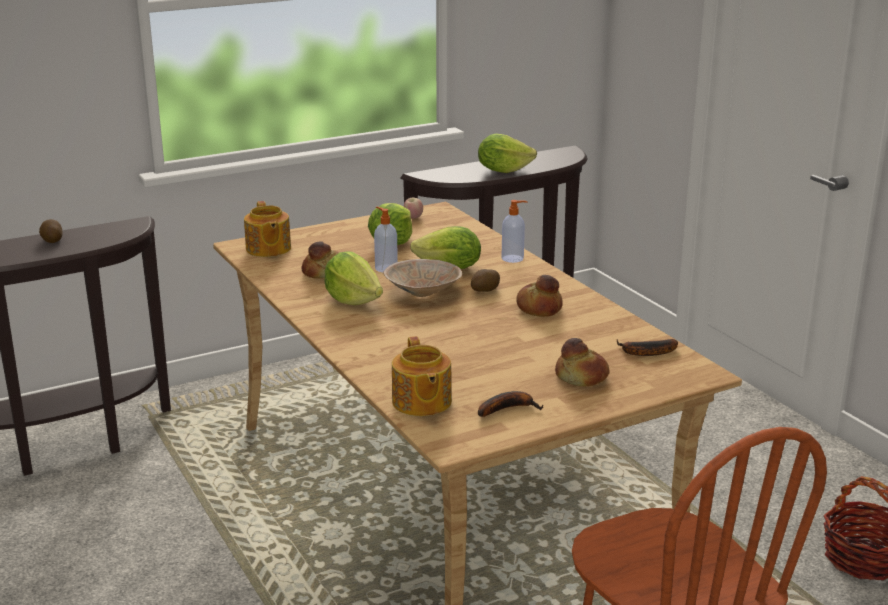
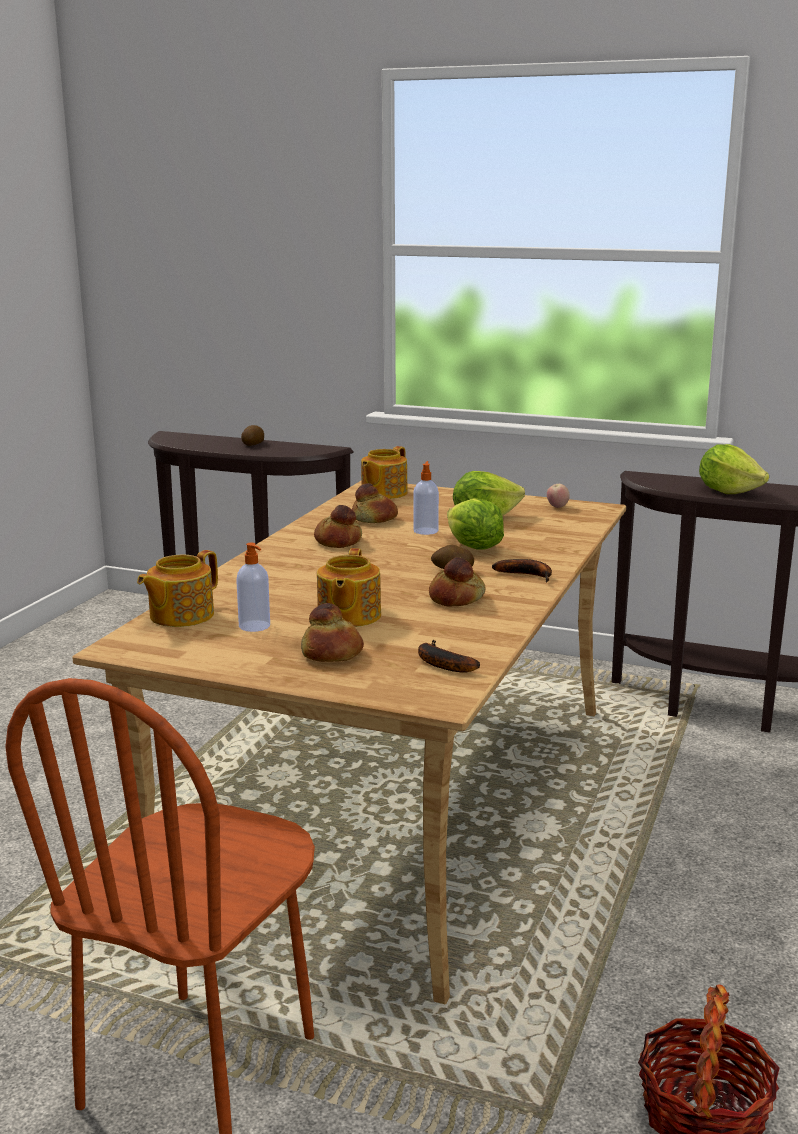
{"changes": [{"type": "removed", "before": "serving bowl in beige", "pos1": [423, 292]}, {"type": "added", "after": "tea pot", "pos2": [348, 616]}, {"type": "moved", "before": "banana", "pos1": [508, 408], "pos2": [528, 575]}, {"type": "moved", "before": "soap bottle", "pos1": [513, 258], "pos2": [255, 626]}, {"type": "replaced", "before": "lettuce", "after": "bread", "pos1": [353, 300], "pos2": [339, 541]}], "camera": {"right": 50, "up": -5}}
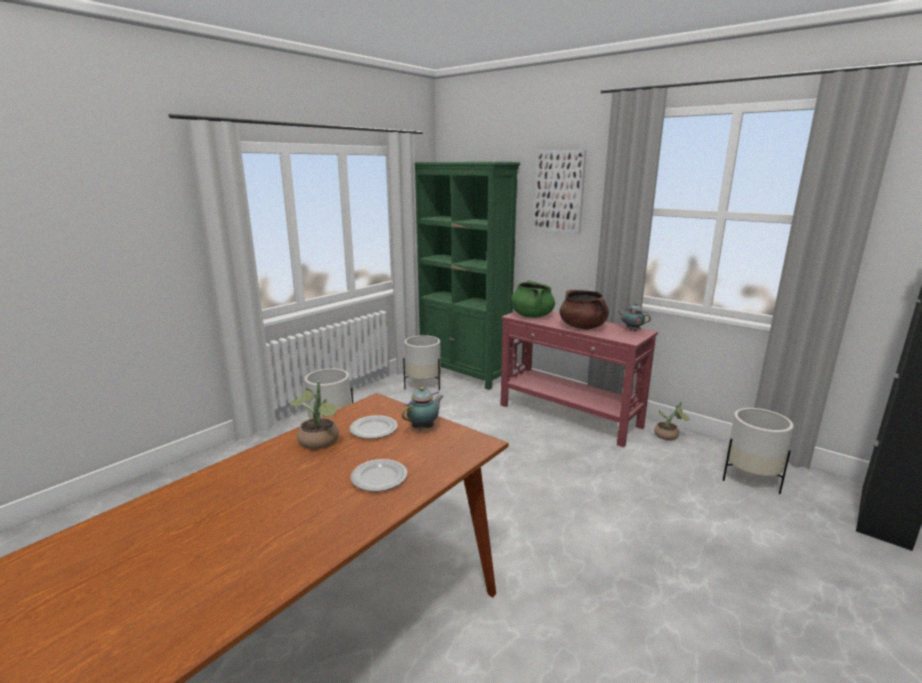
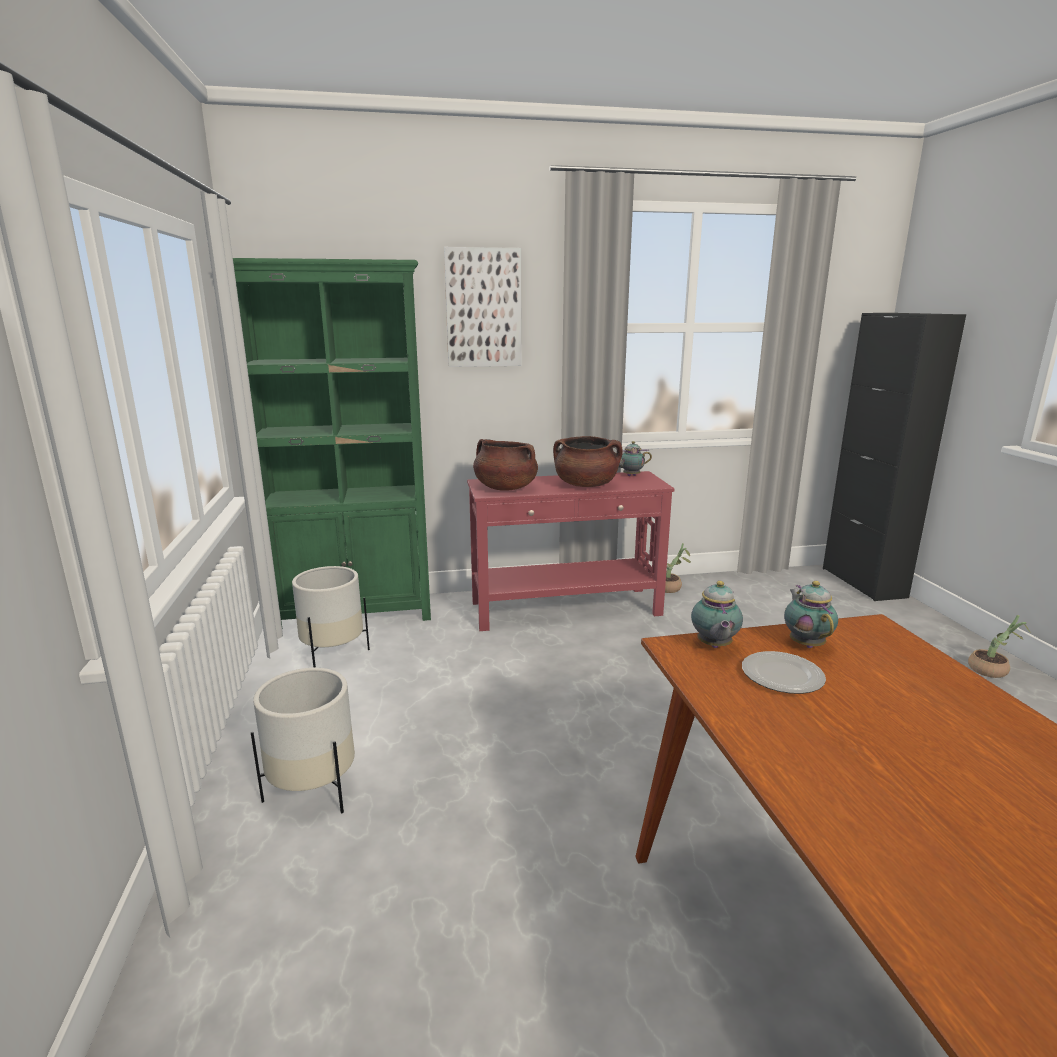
{"changes": [{"type": "removed", "before": "dinner plate", "pos1": [378, 478]}, {"type": "removed", "before": "planter in white-coloured", "pos1": [750, 479]}, {"type": "added", "after": "tea pot", "pos2": [713, 646]}, {"type": "moved", "before": "houseplant", "pos1": [319, 443], "pos2": [992, 671]}, {"type": "recoloured", "before": "saucepot in greenish", "after": "saucepot in brown", "pos1": [532, 316], "pos2": [505, 488]}], "camera": {"right": -50, "up": 0}}
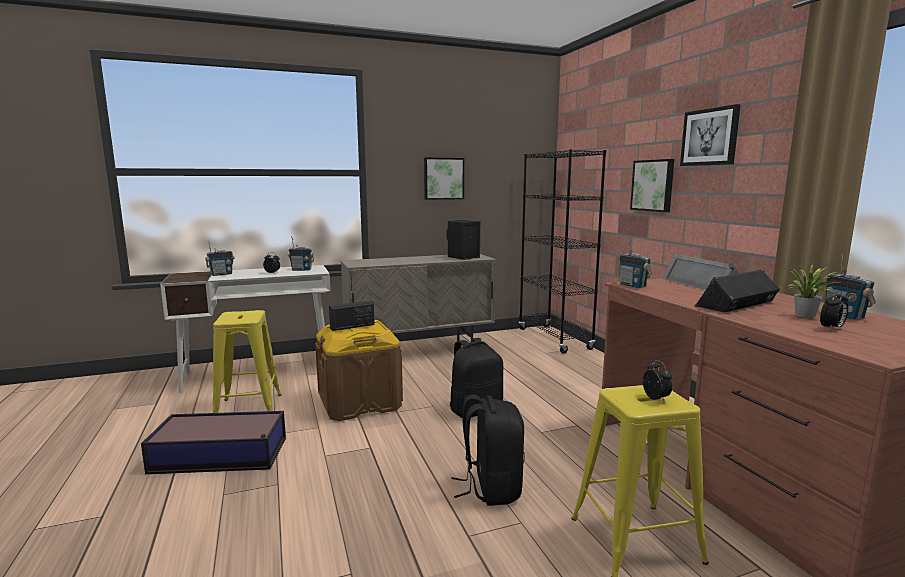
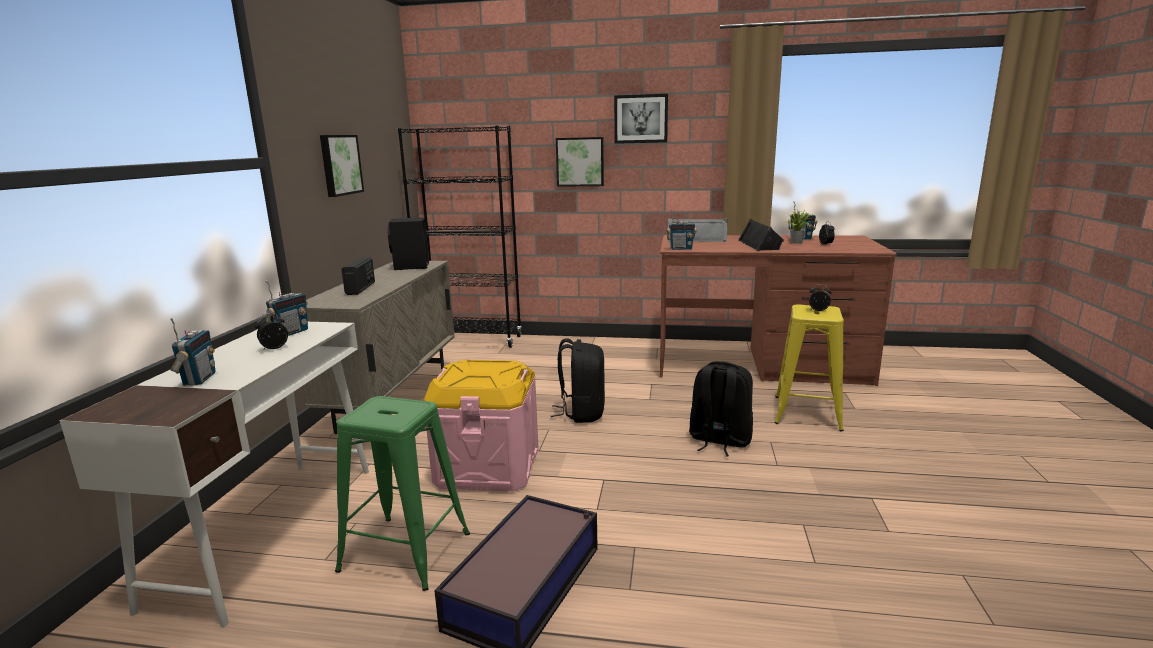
{"changes": [{"type": "moved", "before": "radio receiver", "pos1": [352, 326], "pos2": [361, 288]}, {"type": "recoloured", "before": "stool seat in yellowish", "after": "stool seat in greenish", "pos1": [248, 410], "pos2": [405, 552]}, {"type": "recoloured", "before": "storage box in brown", "after": "storage box in pink-coloured", "pos1": [360, 402], "pos2": [488, 466]}], "camera": {"right": -60, "up": 5}}
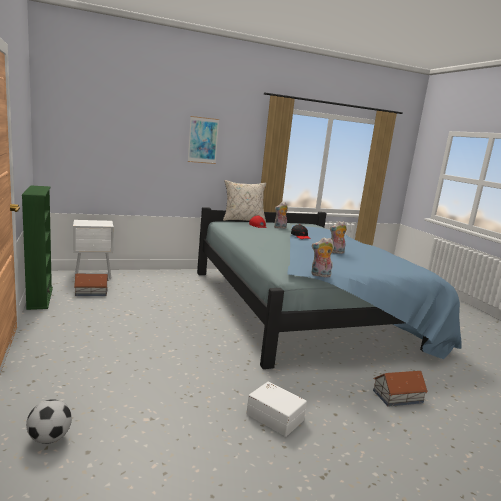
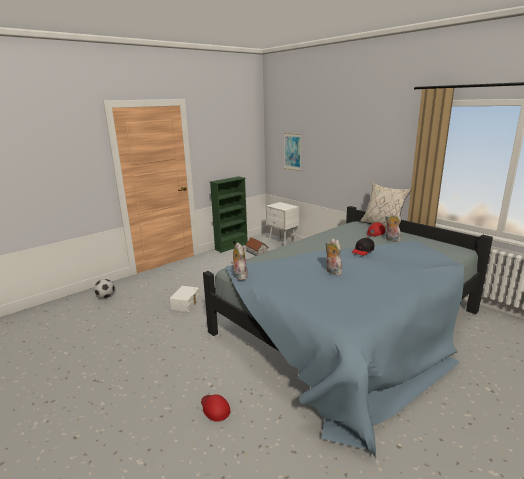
{"changes": [{"type": "moved", "before": "wall art", "pos1": [203, 140], "pos2": [292, 151]}, {"type": "moved", "before": "storage box in white-coloured", "pos1": [275, 416], "pos2": [186, 304]}, {"type": "replaced", "before": "toy house", "after": "cap in reddish", "pos1": [398, 396], "pos2": [214, 408]}], "camera": {"right": 70, "up": 5}}
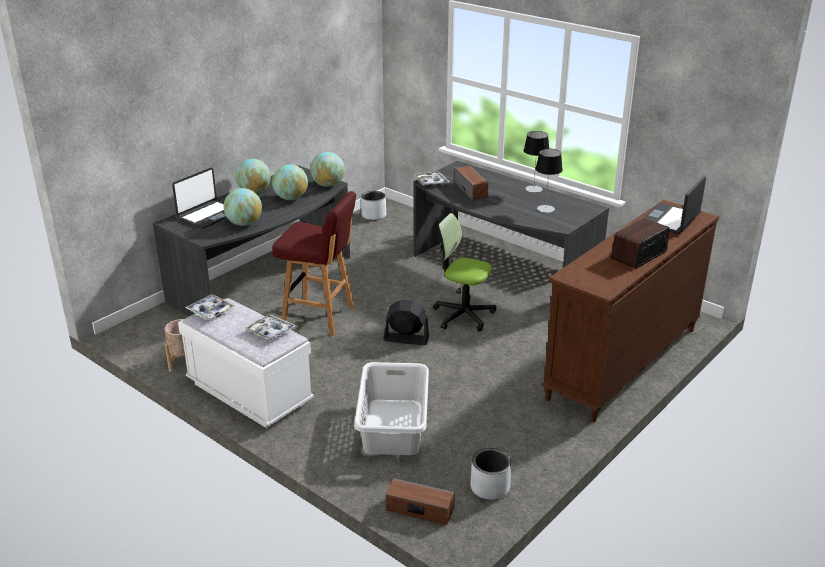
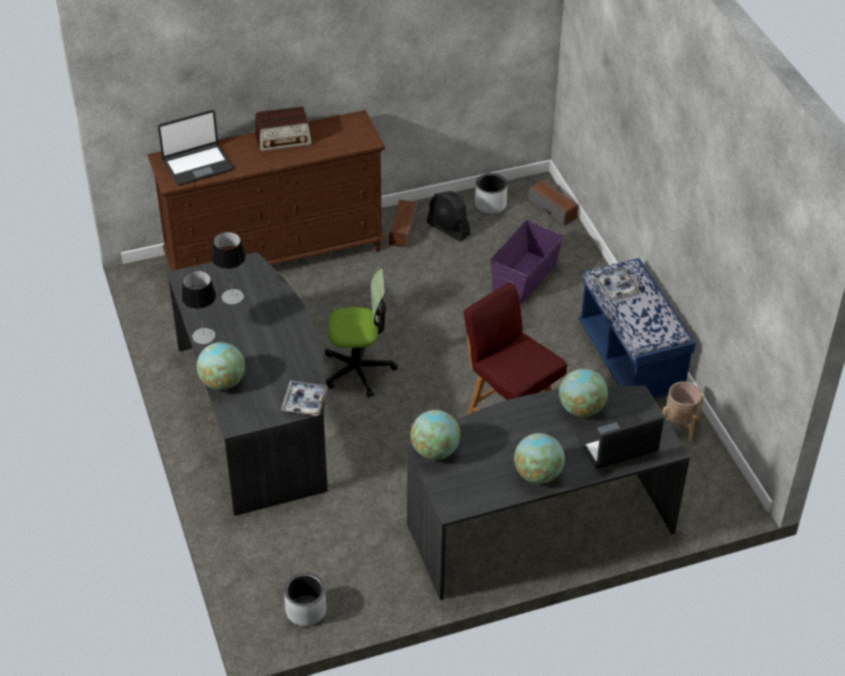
{"changes": [{"type": "removed", "before": "serving tray", "pos1": [210, 311]}, {"type": "moved", "before": "world globe", "pos1": [291, 198], "pos2": [222, 382]}, {"type": "moved", "before": "cooling fan in black-coloured", "pos1": [406, 339], "pos2": [448, 229]}, {"type": "moved", "before": "speaker", "pos1": [471, 189], "pos2": [403, 230]}, {"type": "replaced", "before": "laundry basket in gray", "after": "storage box in purplish", "pos1": [392, 427], "pos2": [525, 277]}, {"type": "recoloured", "before": "bench in white-coloured", "after": "bench in bluish", "pos1": [249, 393], "pos2": [630, 360]}, {"type": "turned", "before": "office chair", "pos1": [463, 315], "pos2": [358, 370], "turn": -60}], "camera": {"right": -150, "up": 15}}
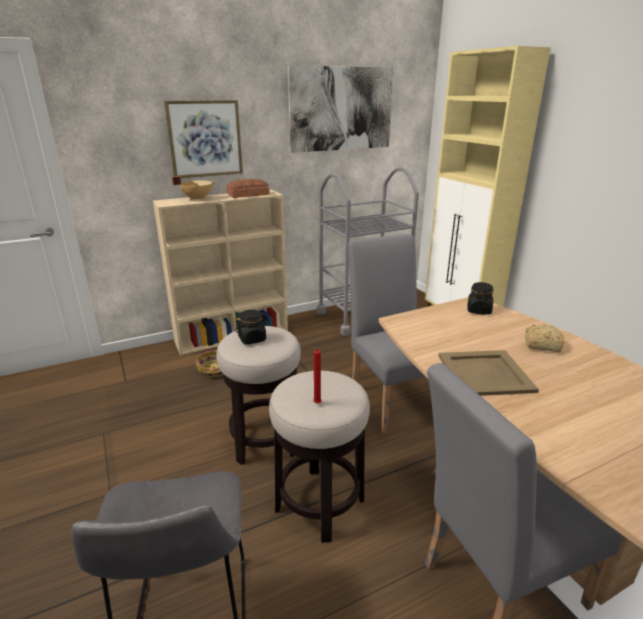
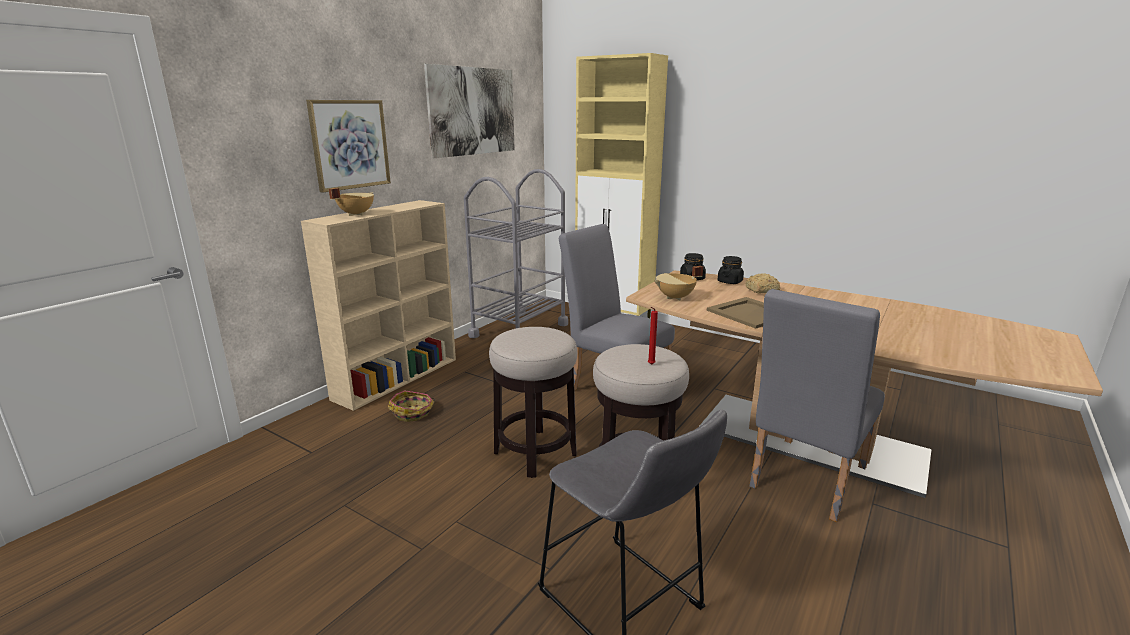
{"changes": [{"type": "removed", "before": "bread", "pos1": [249, 195]}, {"type": "added", "after": "saucepot in beige", "pos2": [675, 298]}, {"type": "moved", "before": "storage jar in black-coloured", "pos1": [252, 339], "pos2": [730, 282]}], "camera": {"right": -30, "up": -5}}
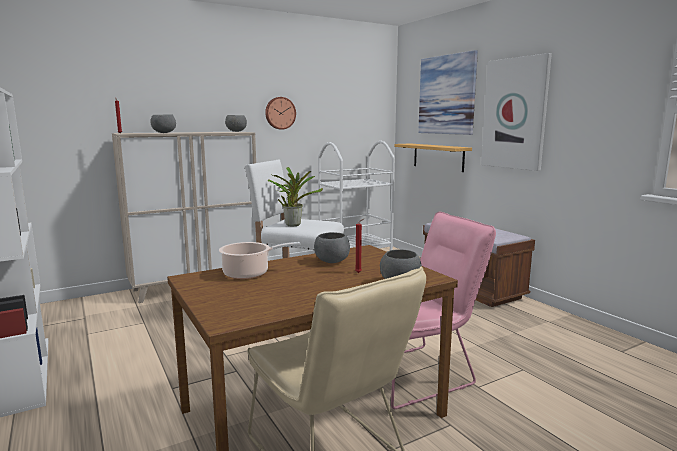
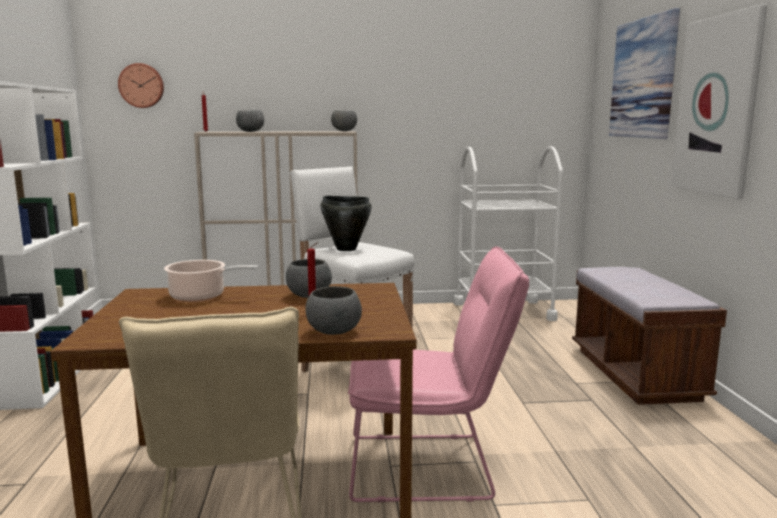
{"changes": [{"type": "removed", "before": "bracket shelf", "pos1": [438, 157]}, {"type": "moved", "before": "hanging clock", "pos1": [280, 113], "pos2": [141, 85]}, {"type": "replaced", "before": "houseplant", "after": "saucepot in black-coloured", "pos1": [293, 224], "pos2": [346, 249]}], "camera": {"right": 25, "up": 0}}
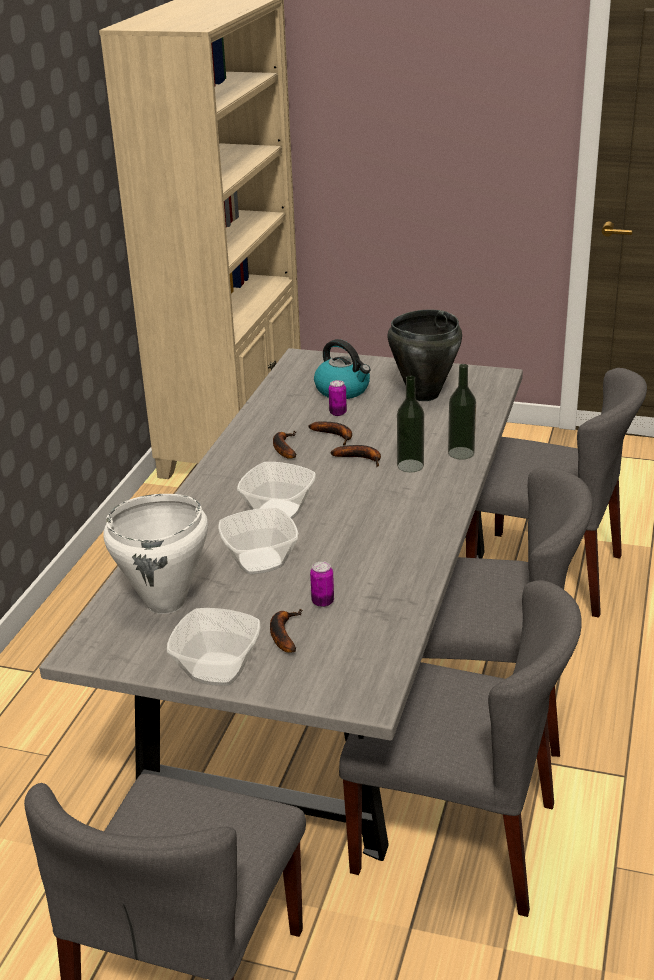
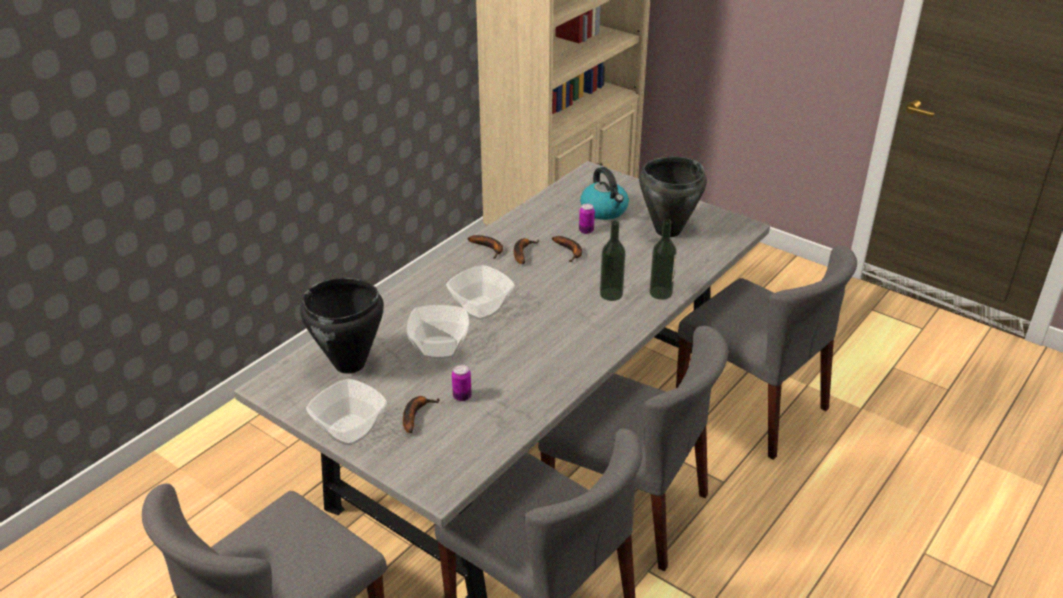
{"changes": [{"type": "moved", "before": "banana", "pos1": [361, 458], "pos2": [489, 248]}, {"type": "recoloured", "before": "saucepot in white-coloured", "after": "saucepot in black-coloured", "pos1": [166, 603], "pos2": [350, 364]}], "camera": {"right": 20, "up": 5}}
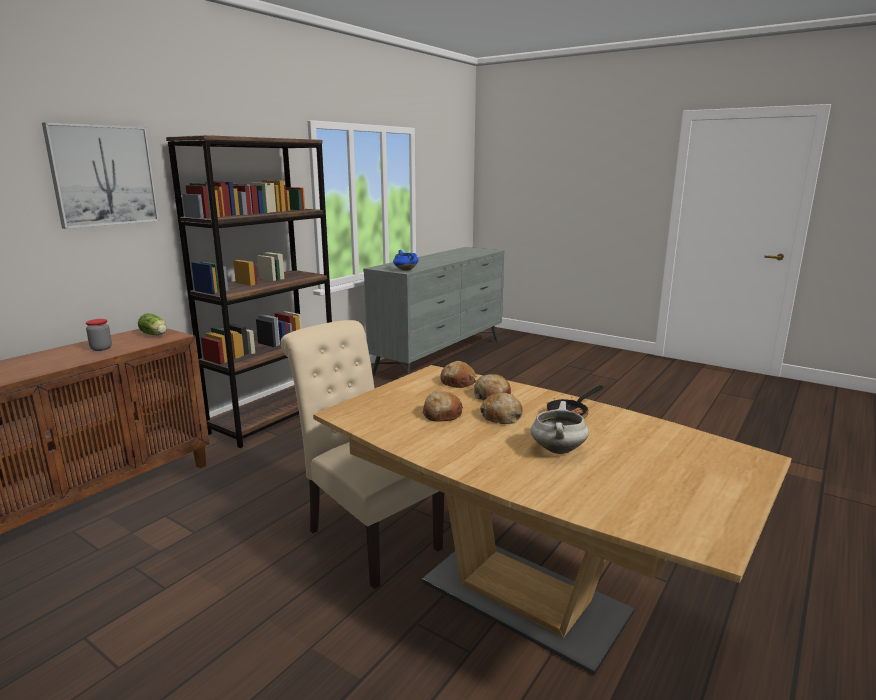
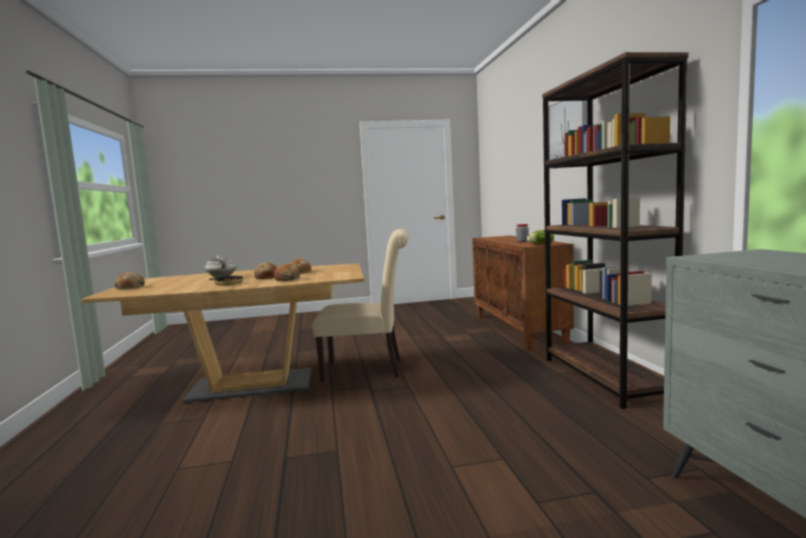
{"changes": [{"type": "removed", "before": "saucepot in bluish", "pos1": [405, 270]}, {"type": "moved", "before": "bread", "pos1": [458, 382], "pos2": [130, 287]}], "camera": {"right": 135, "up": -10}}
